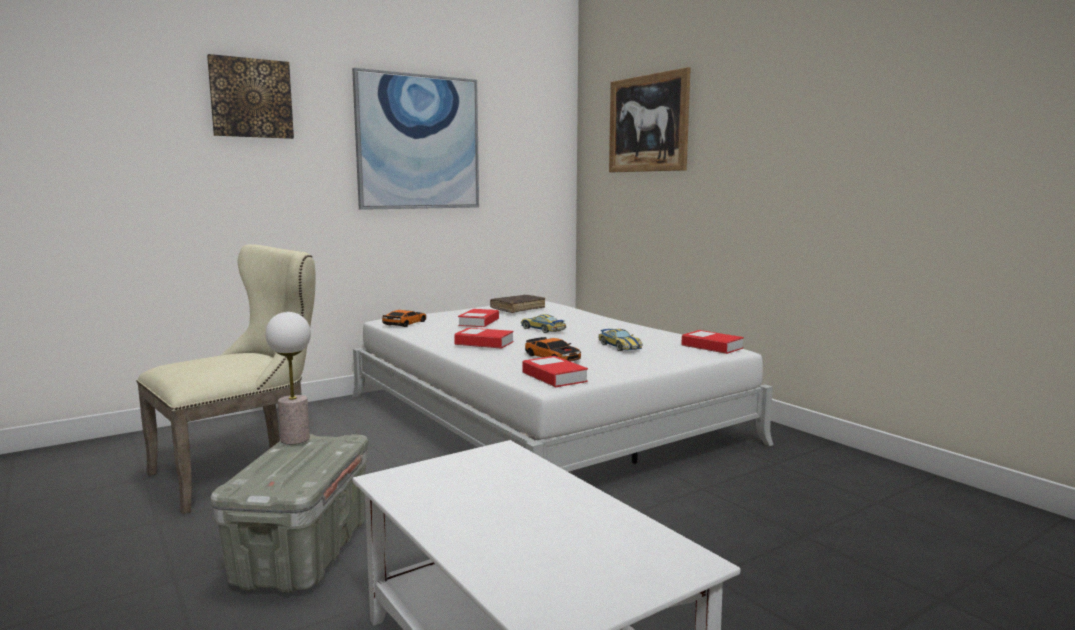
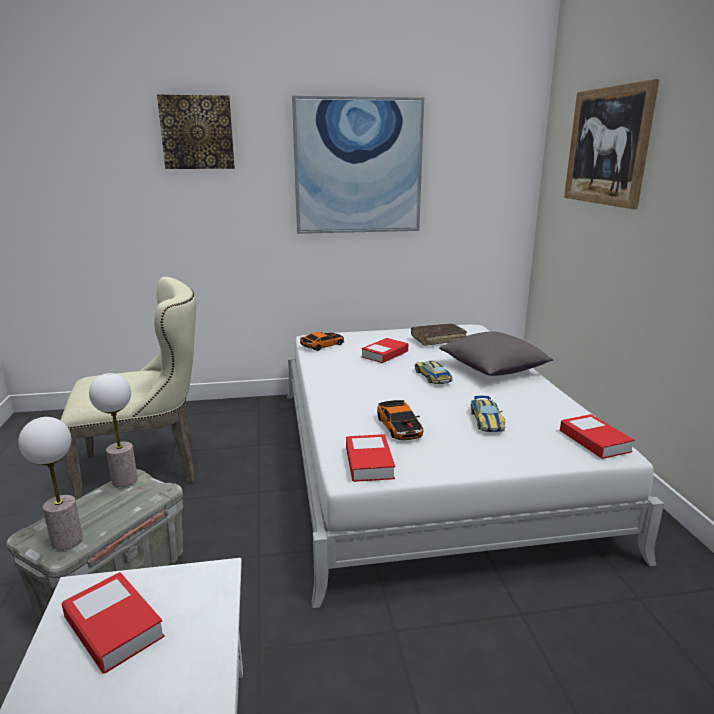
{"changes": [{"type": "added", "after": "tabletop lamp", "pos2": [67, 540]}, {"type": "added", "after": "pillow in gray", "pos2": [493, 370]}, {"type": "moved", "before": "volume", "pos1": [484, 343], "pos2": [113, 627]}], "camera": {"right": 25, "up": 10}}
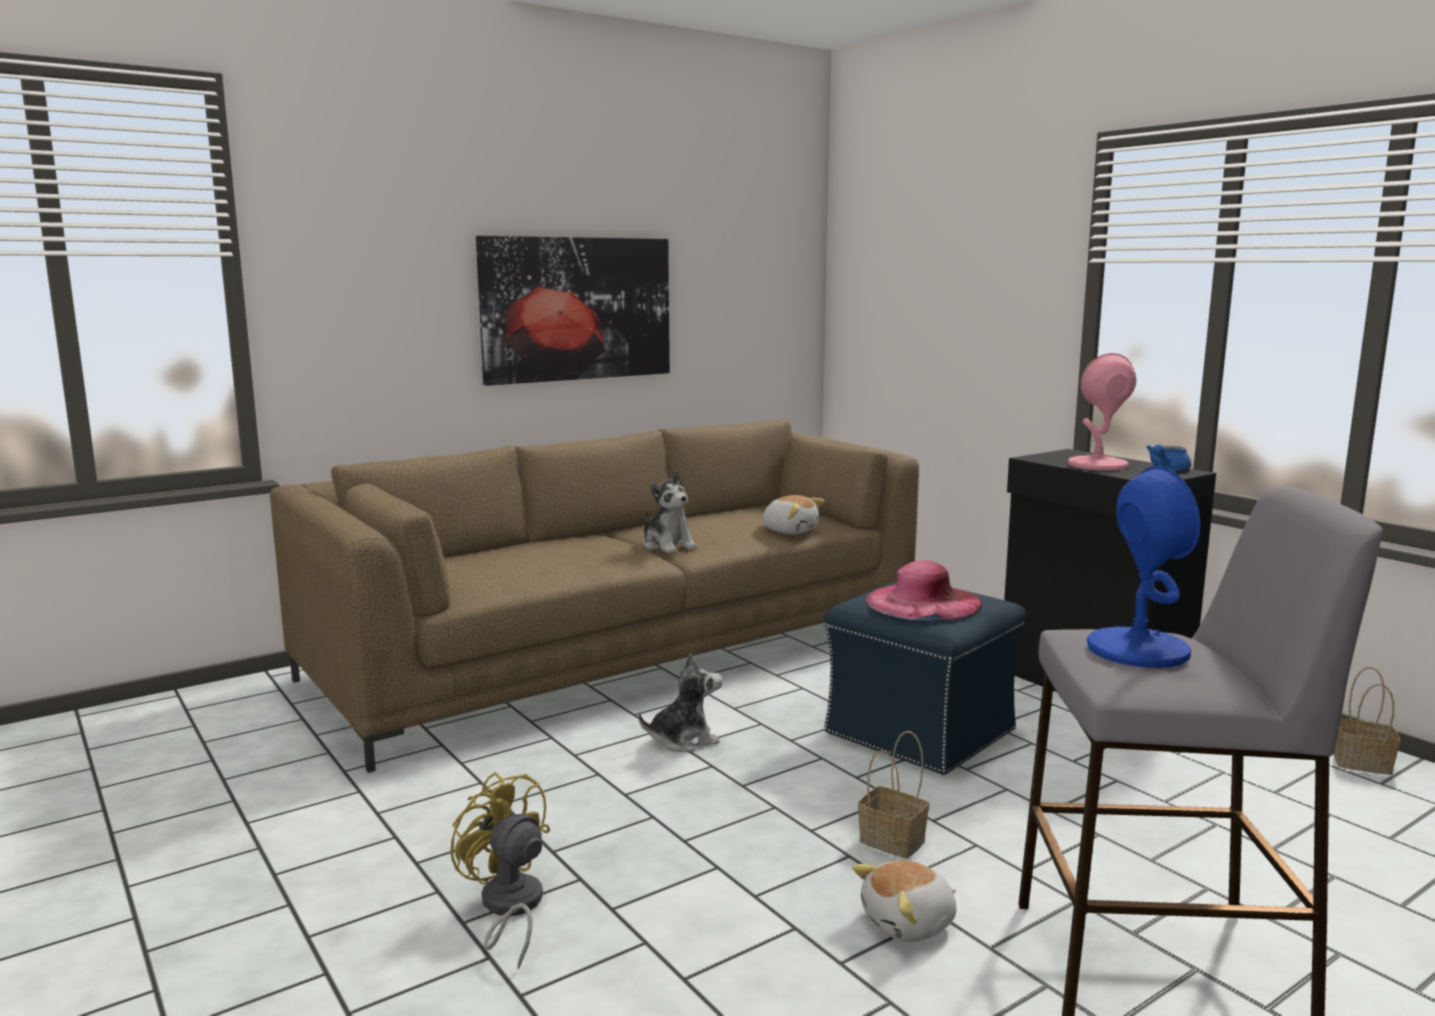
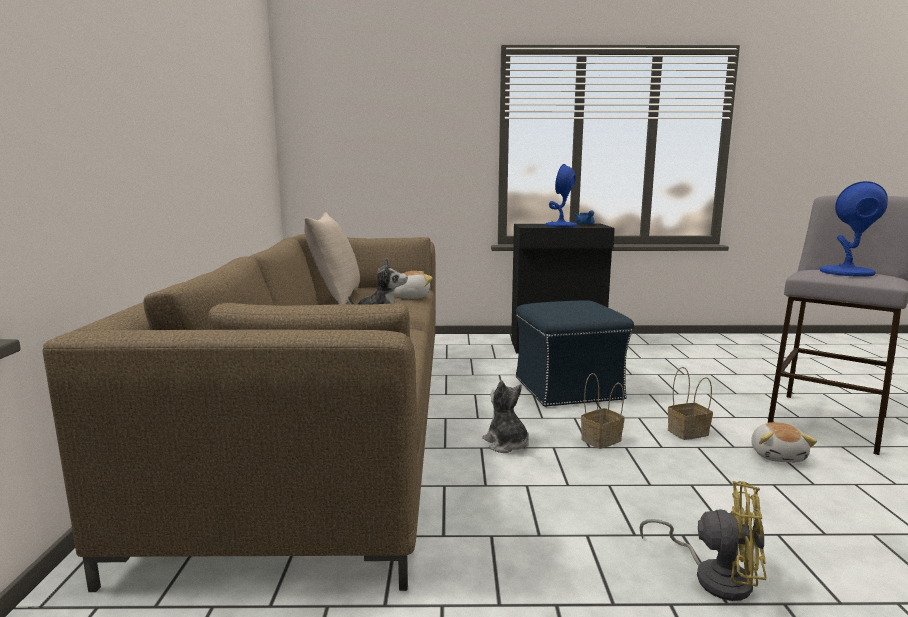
{"changes": [{"type": "removed", "before": "wall art", "pos1": [577, 309]}, {"type": "removed", "before": "clothing hat in pink-coloured", "pos1": [923, 602]}, {"type": "added", "after": "pillow in beige", "pos2": [335, 298]}, {"type": "moved", "before": "basket", "pos1": [1364, 763], "pos2": [601, 439]}, {"type": "recoloured", "before": "tabletop lamp in pink-coloured", "after": "tabletop lamp in bluish", "pos1": [1097, 465], "pos2": [561, 225]}, {"type": "turned", "before": "cooling fan in yellowish", "pos1": [508, 908], "pos2": [714, 576], "turn": -150}, {"type": "turned", "before": "soft toy", "pos1": [683, 740], "pos2": [506, 444], "turn": -45}], "camera": {"right": -55, "up": 0}}
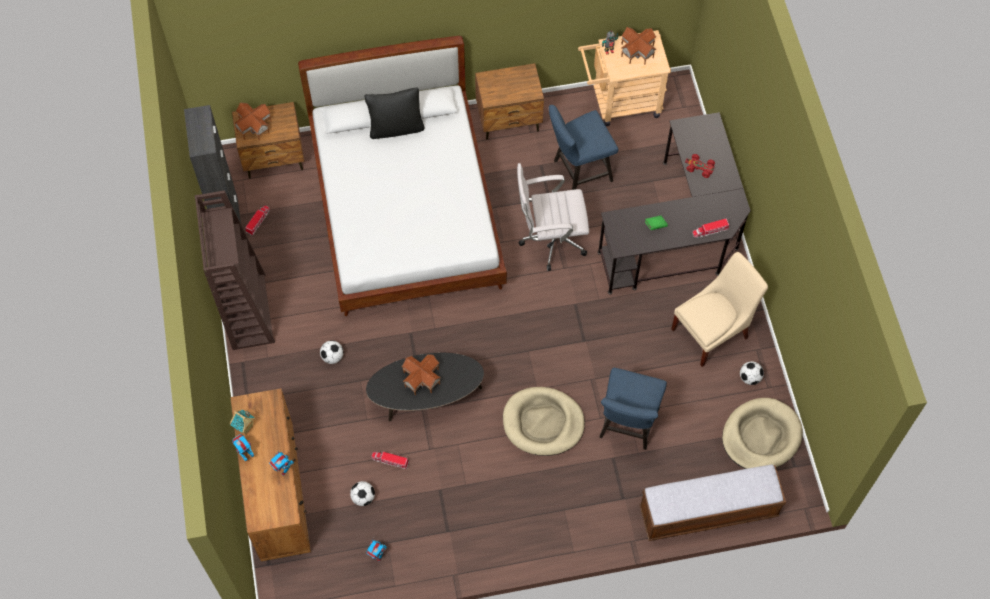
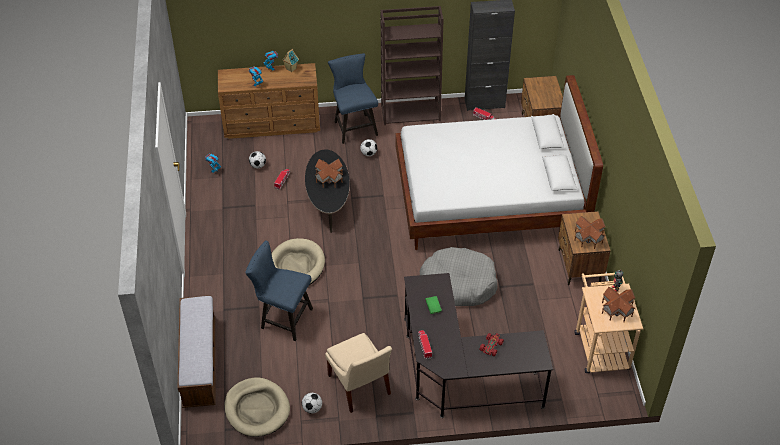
{"changes": [{"type": "removed", "before": "pillow in black-coloured", "pos1": [396, 128]}, {"type": "moved", "before": "toy house", "pos1": [254, 125], "pos2": [589, 237]}, {"type": "moved", "before": "chair in bluish", "pos1": [578, 171], "pos2": [354, 126]}, {"type": "replaced", "before": "office chair in white-coloured", "after": "dog cushion in gray", "pos1": [550, 240], "pos2": [458, 284]}], "camera": {"right": 95, "up": -15}}
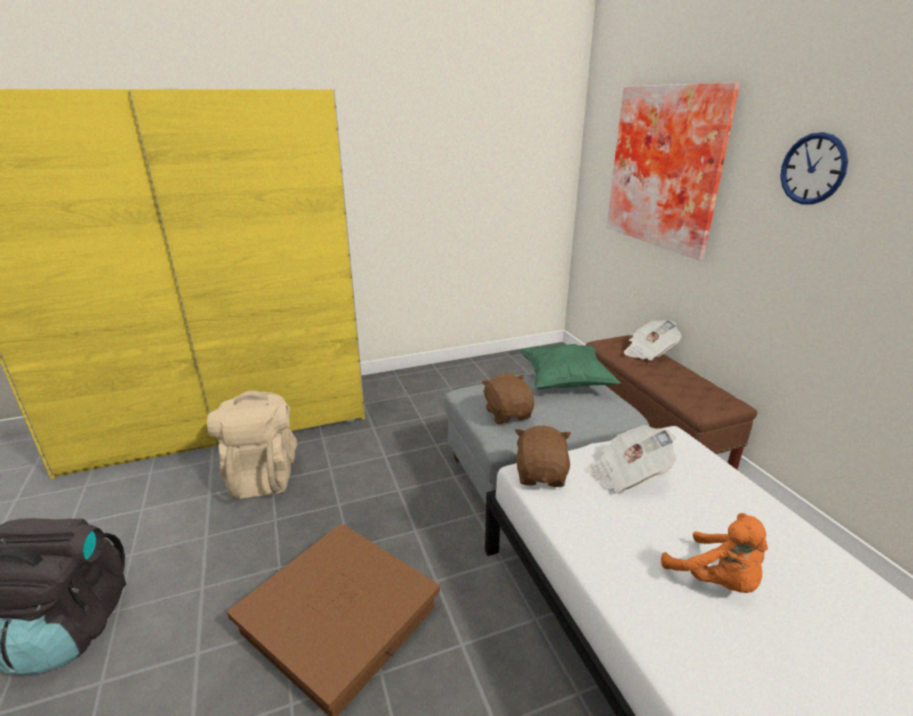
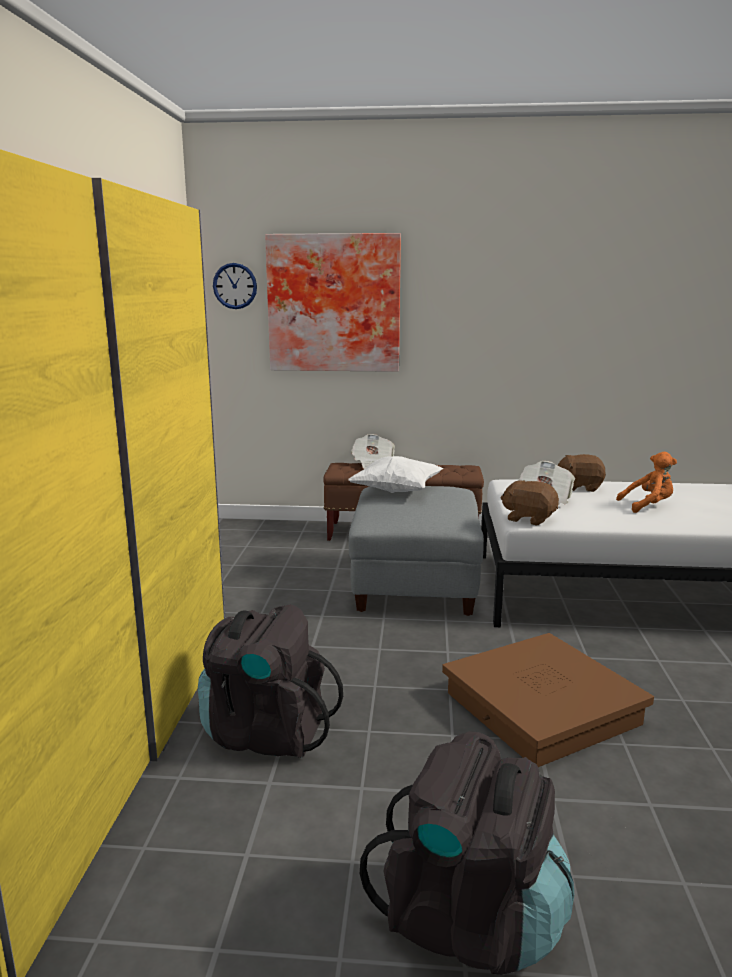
{"changes": [{"type": "moved", "before": "soft toy in brown", "pos1": [508, 414], "pos2": [579, 487]}, {"type": "moved", "before": "hanging clock", "pos1": [813, 169], "pos2": [235, 286]}, {"type": "recoloured", "before": "knapsack in beige", "after": "knapsack in black-coloured", "pos1": [262, 474], "pos2": [266, 733]}, {"type": "recoloured", "before": "pillow in greenish", "after": "pillow in white-coloured", "pos1": [565, 382], "pos2": [397, 491]}], "camera": {"right": -65, "up": -10}}
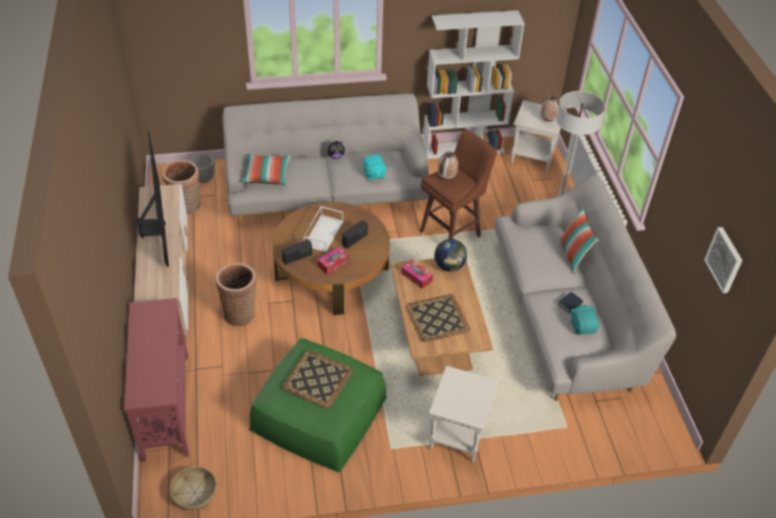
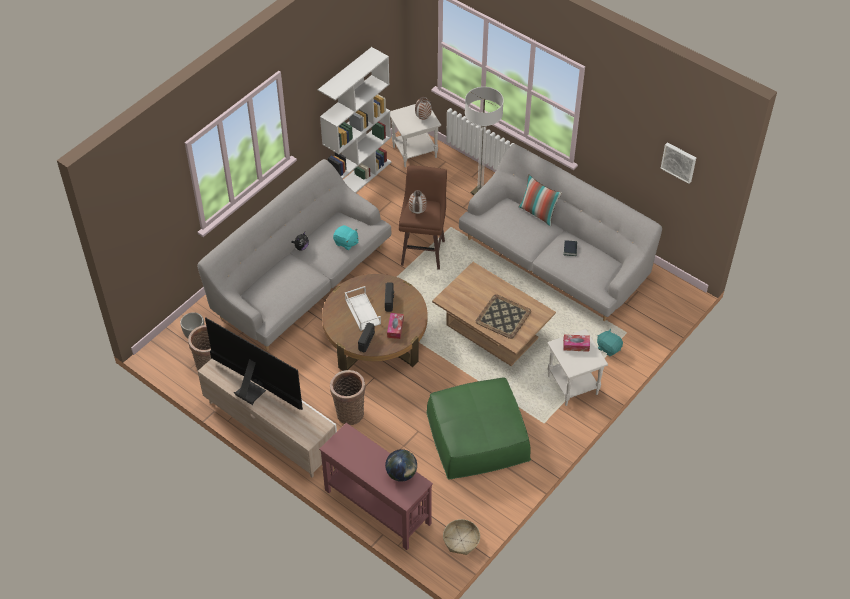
{"changes": [{"type": "removed", "before": "pillow", "pos1": [267, 175]}, {"type": "removed", "before": "serving tray", "pos1": [317, 378]}, {"type": "moved", "before": "tissue holder", "pos1": [416, 277], "pos2": [576, 345]}, {"type": "moved", "before": "world globe", "pos1": [449, 266], "pos2": [401, 474]}, {"type": "moved", "before": "soft toy in turquoise-coloured", "pos1": [583, 327], "pos2": [608, 348]}], "camera": {"right": -40, "up": 5}}
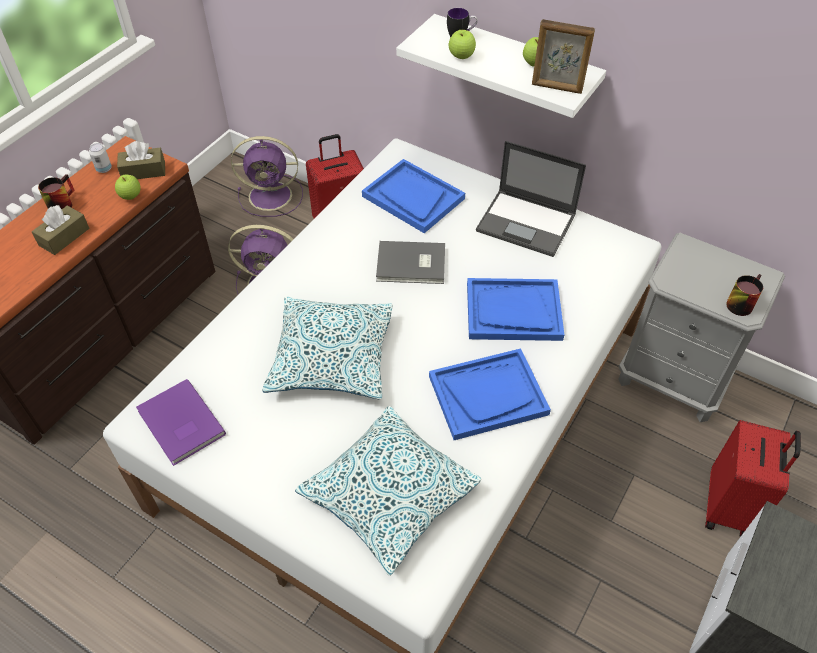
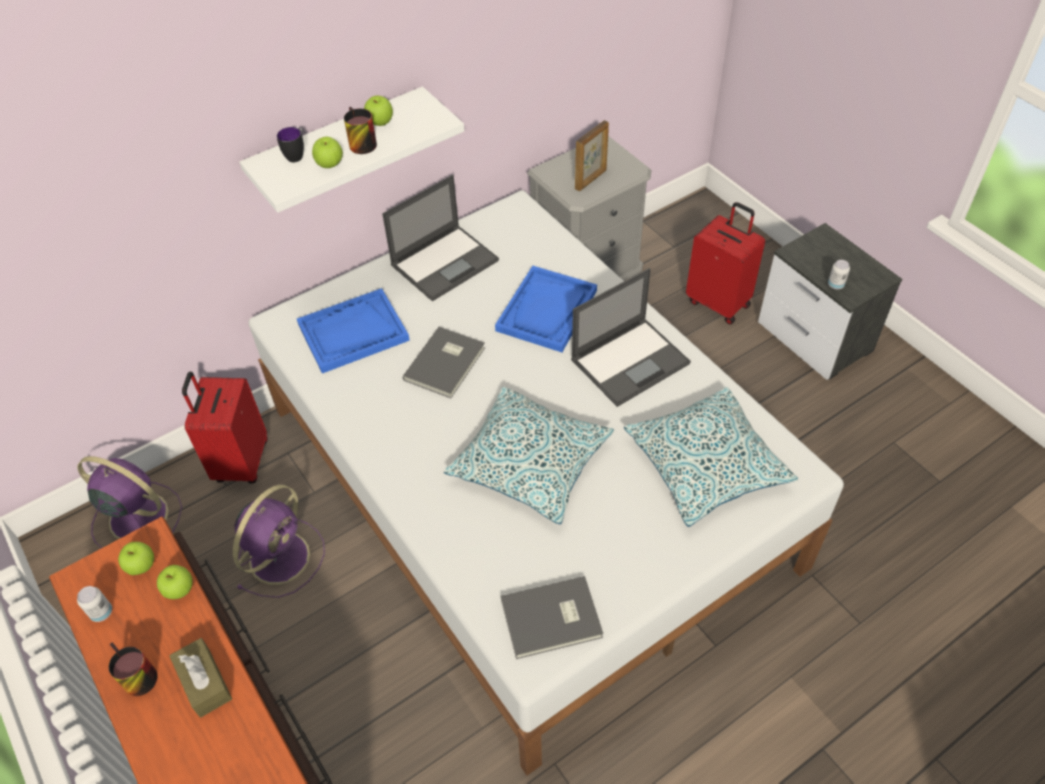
{"changes": [{"type": "added", "after": "metal can", "pos2": [835, 285]}, {"type": "moved", "before": "photo frame", "pos1": [557, 88], "pos2": [591, 180]}, {"type": "moved", "before": "tea mug", "pos1": [739, 302], "pos2": [359, 143]}, {"type": "replaced", "before": "tissue holder in brown", "after": "apple", "pos1": [143, 171], "pos2": [141, 566]}, {"type": "replaced", "before": "serving tray in bluish", "after": "portable computer", "pos1": [488, 395], "pos2": [631, 361]}, {"type": "recoloured", "before": "volume in purplish", "after": "volume in gray", "pos1": [180, 425], "pos2": [553, 620]}, {"type": "turned", "before": "cooling fan in purplish", "pos1": [272, 196], "pos2": [136, 516], "turn": -90}], "camera": {"right": -65, "up": 0}}
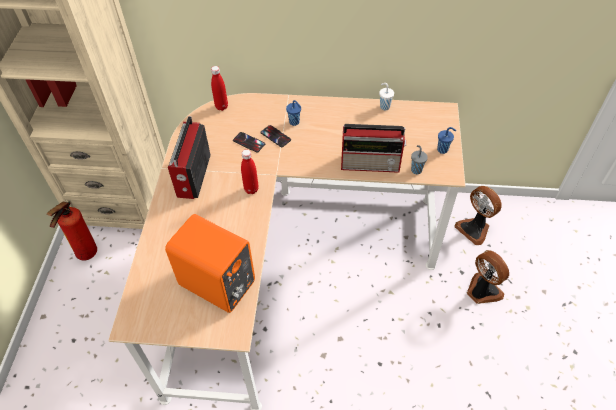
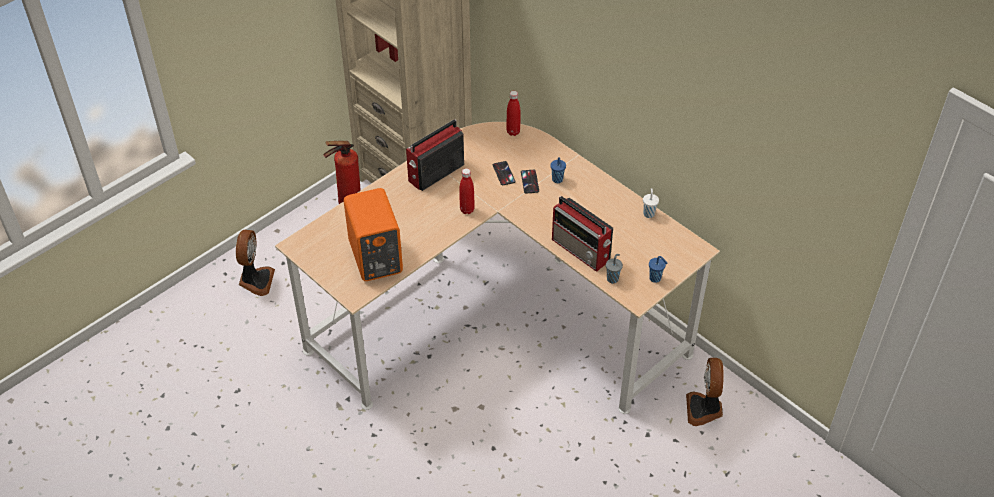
{"changes": [{"type": "moved", "before": "cooling fan", "pos1": [482, 291], "pos2": [256, 280]}], "camera": {"right": 40, "up": -5}}
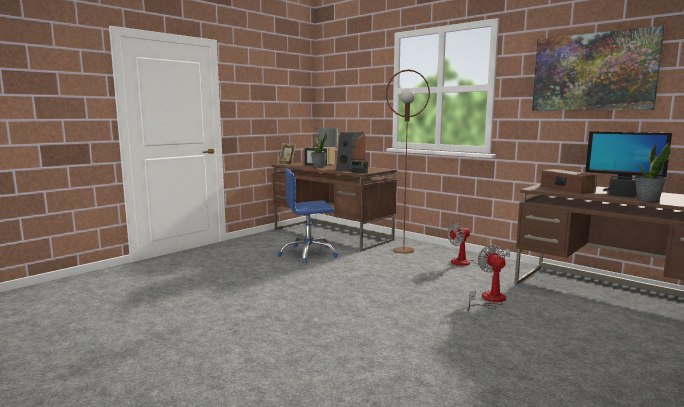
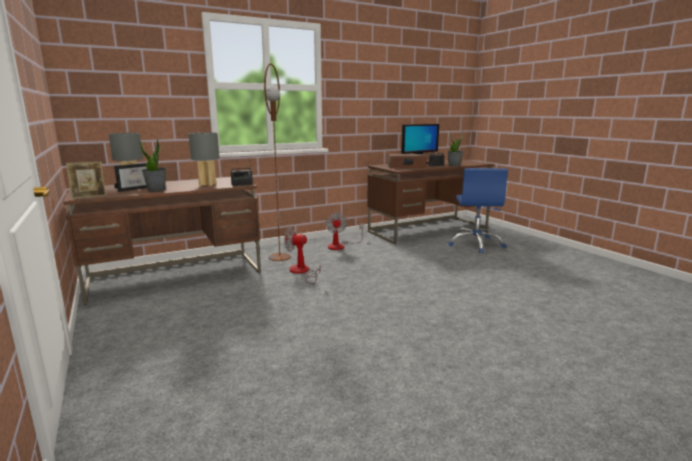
{"changes": [{"type": "removed", "before": "wall art", "pos1": [593, 72]}, {"type": "moved", "before": "office chair in bluish", "pos1": [308, 254], "pos2": [475, 244]}, {"type": "moved", "before": "cooling fan", "pos1": [489, 300], "pos2": [302, 272]}, {"type": "replaced", "before": "speaker", "after": "tabletop lamp in gray", "pos1": [350, 169], "pos2": [207, 184]}], "camera": {"right": -70, "up": 5}}
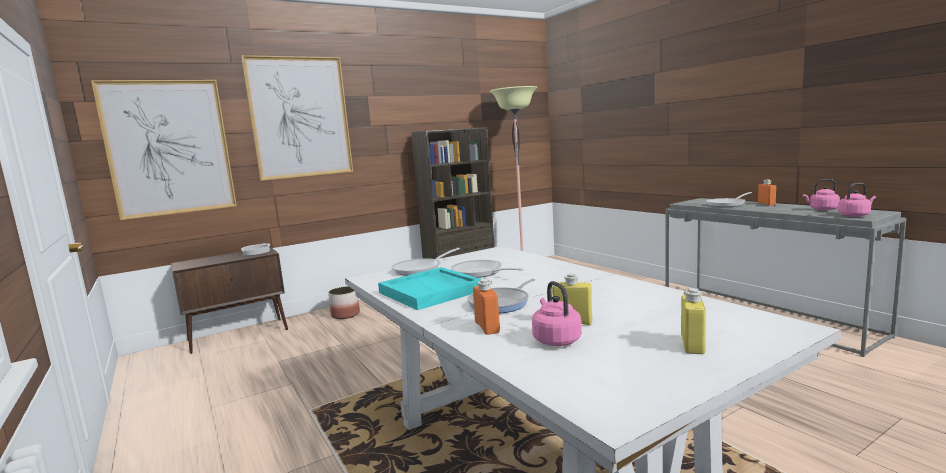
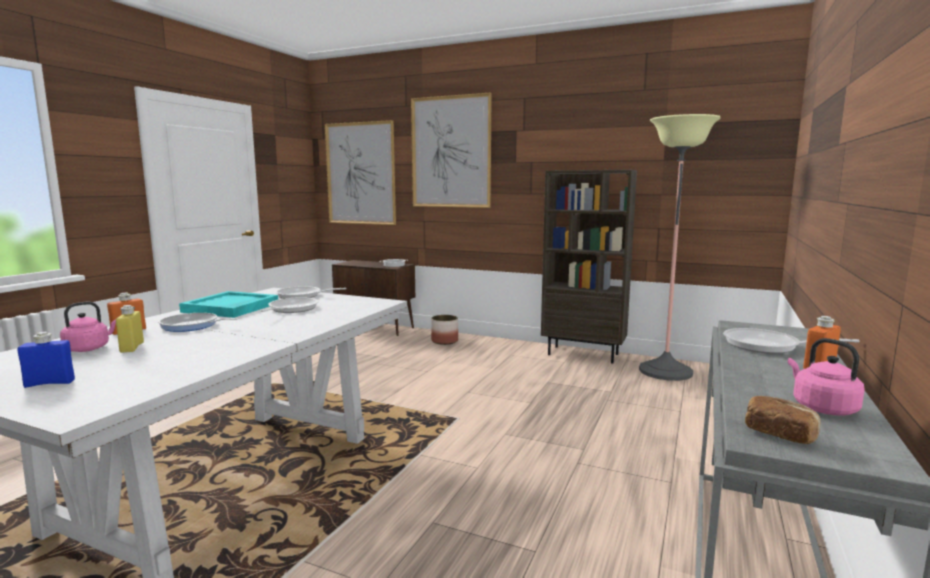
{"changes": [{"type": "replaced", "before": "water kettle in pink-coloured", "after": "bread", "pos1": [855, 215], "pos2": [779, 434]}, {"type": "recoloured", "before": "drink bottle in yellowish", "after": "drink bottle in bluish", "pos1": [692, 345], "pos2": [49, 383]}], "camera": {"right": 55, "up": 0}}
